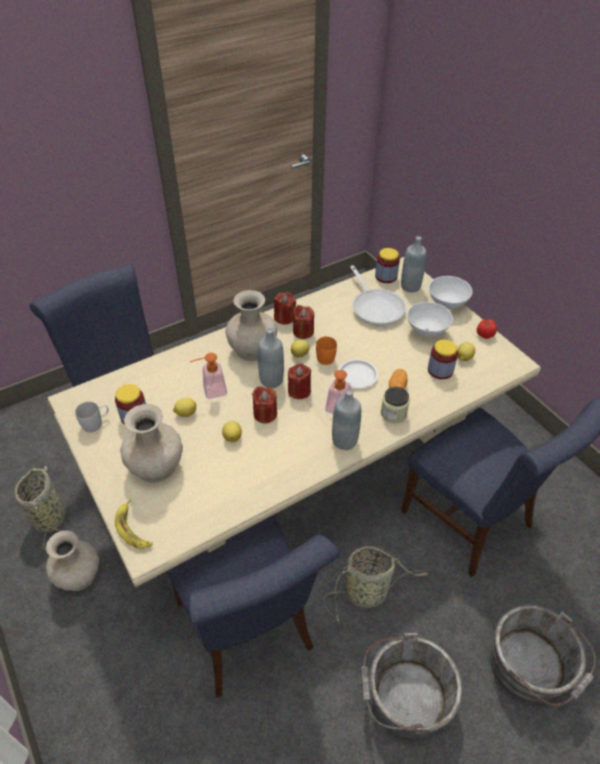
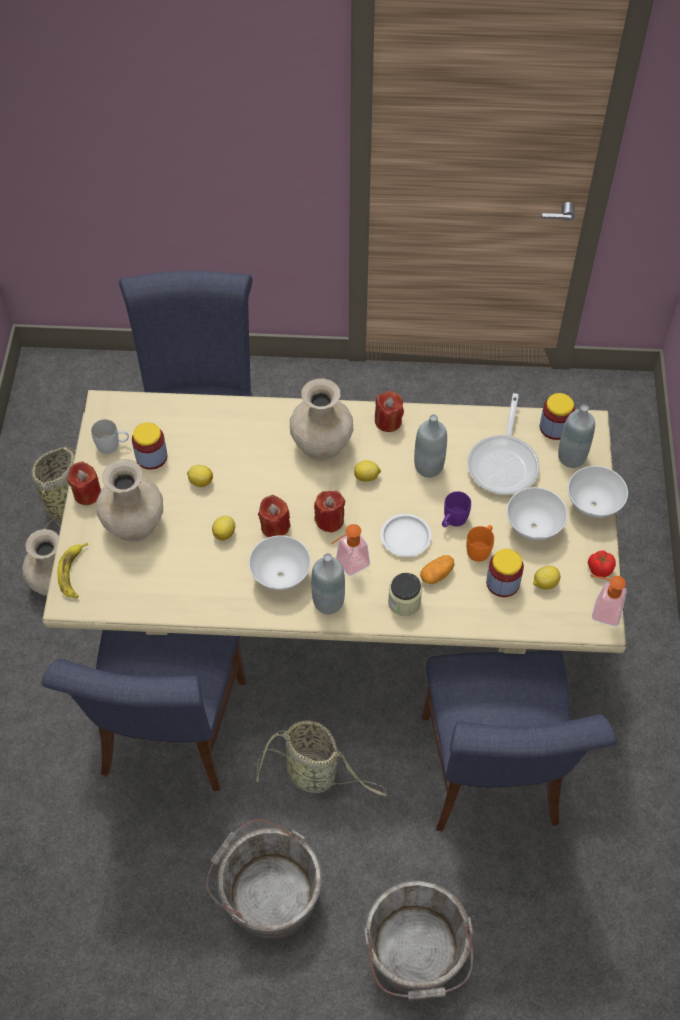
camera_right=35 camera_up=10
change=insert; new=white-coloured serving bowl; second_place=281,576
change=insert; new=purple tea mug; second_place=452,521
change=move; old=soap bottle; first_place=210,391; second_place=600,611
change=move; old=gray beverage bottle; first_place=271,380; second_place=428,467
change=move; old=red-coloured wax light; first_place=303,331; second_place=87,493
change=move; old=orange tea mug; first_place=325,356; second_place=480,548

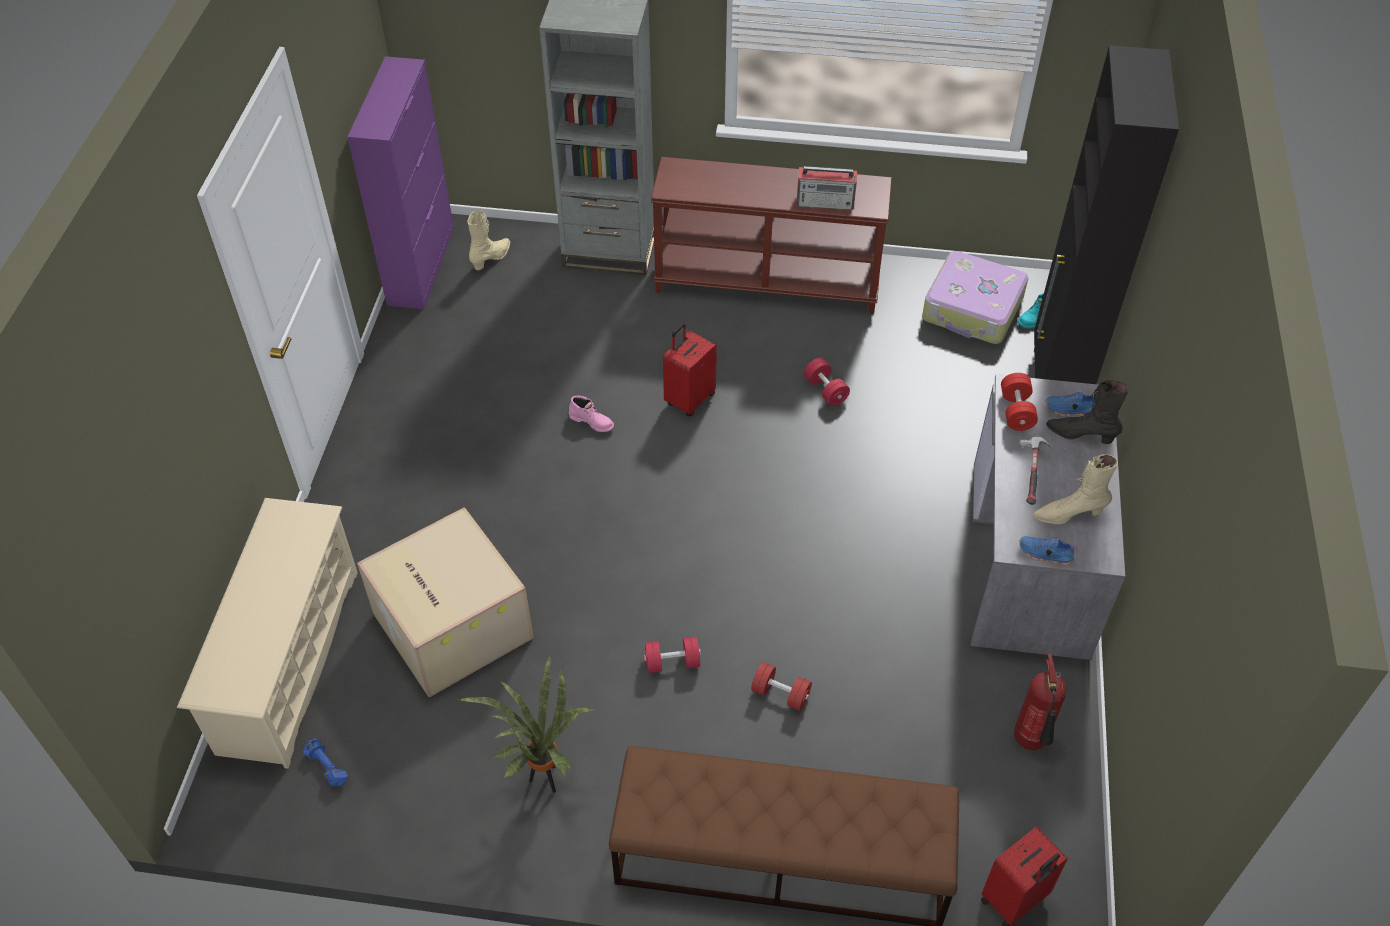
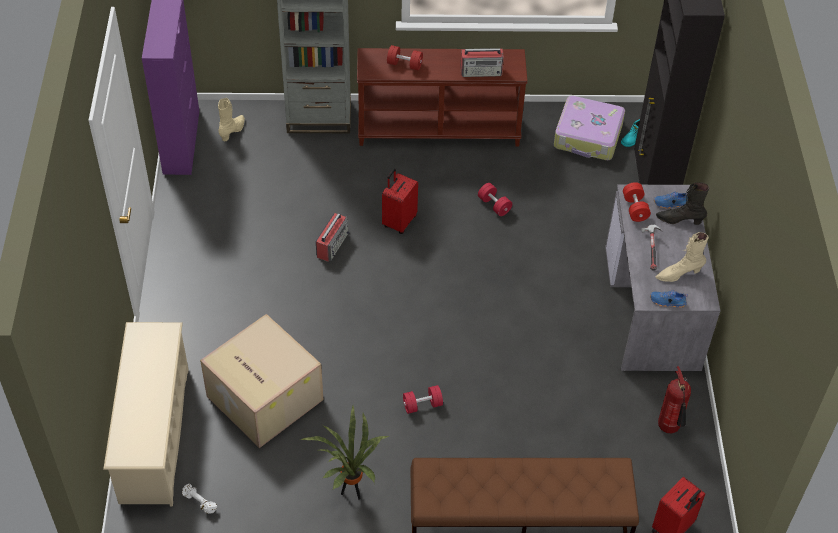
camera_right=-10 camera_up=0
change=move; old=red-coloured hand weight; first_place=780,694; second_place=404,64
change=replace; old=pinkish tall boot; new=radio receiver; first_place=592,421; second_place=332,244
change=recolor; old=bluish hand weight; new=white-coloured hand weight; first_place=326,767; second_place=199,502

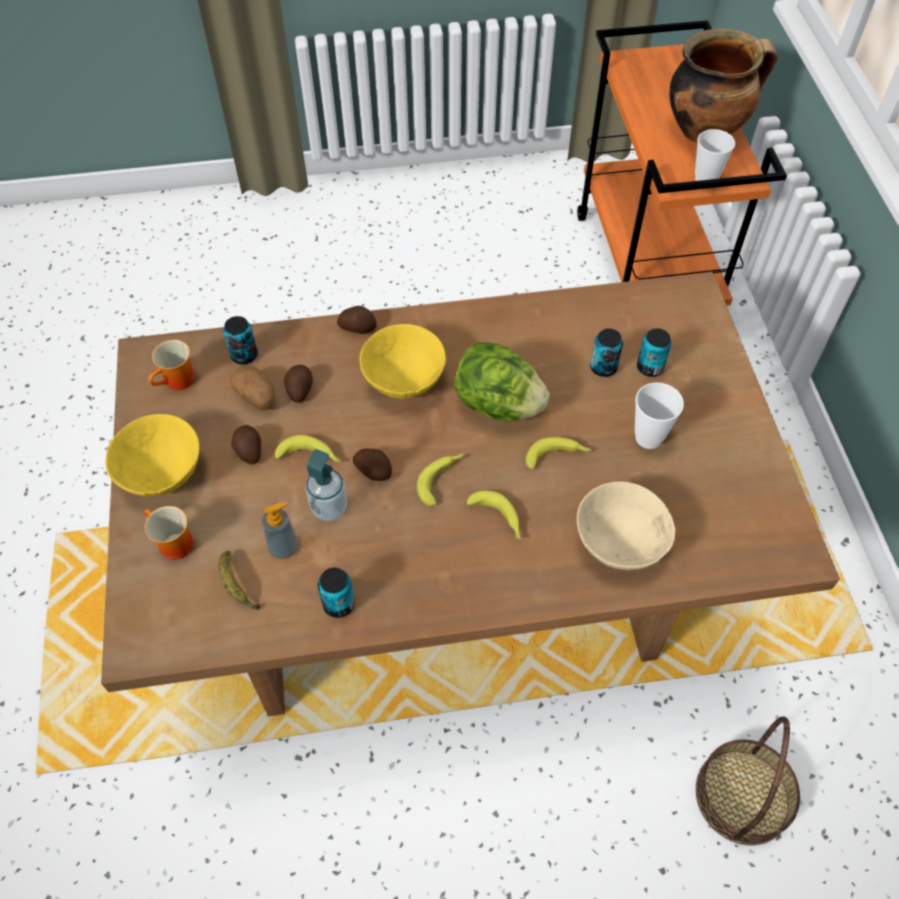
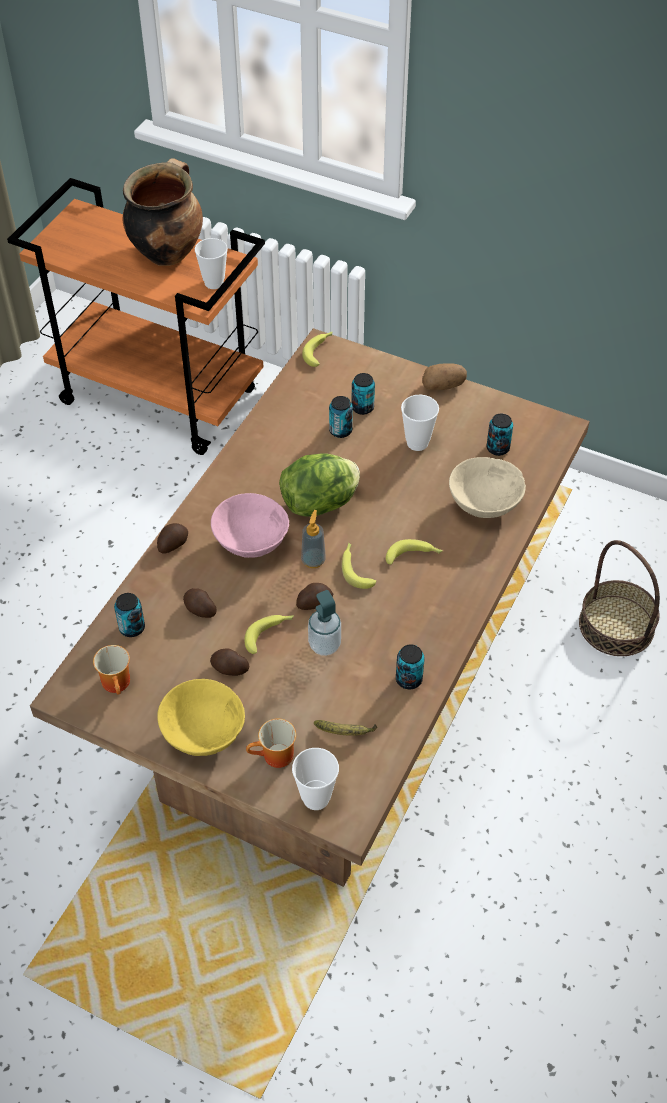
camera_right=-55 camera_up=-5
change=insert; new=small cup; second_place=316,798
change=insert; new=can; second_place=498,448
change=move; old=potato; first_place=257,398; second_place=443,386
change=move; old=soap bottle; first_place=283,548; second_place=313,560
change=move; old=banana; first_place=557,456; second_place=319,351
change=recolor; old=yellow serving bowl; new=pinkish serving bowl; first_place=402,382; second_place=250,545

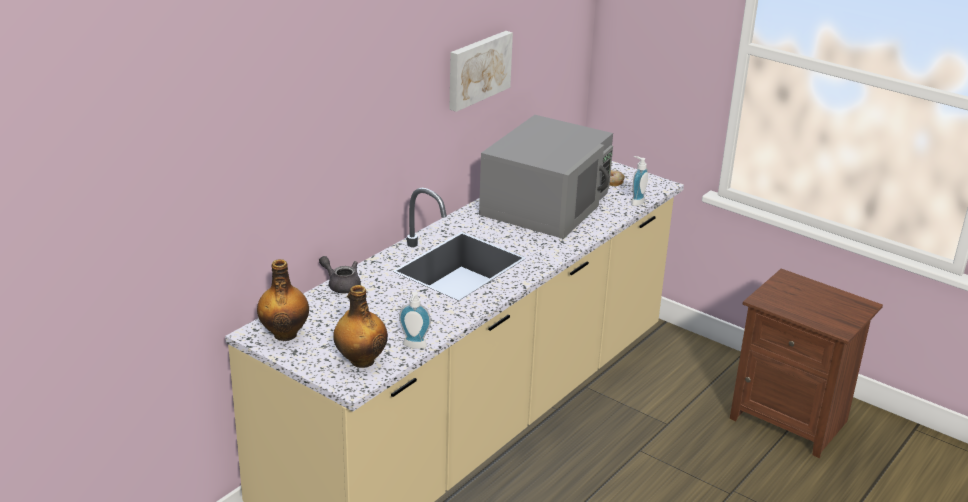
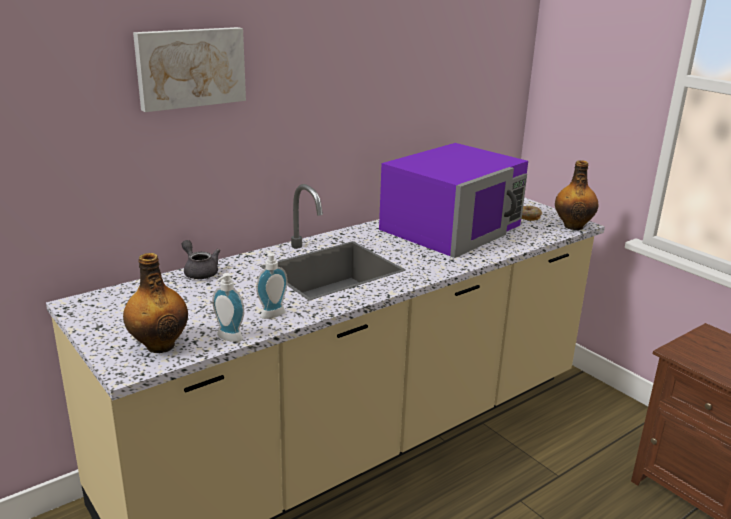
camera_right=15 camera_up=-5
change=move; old=beverage bottle; first_place=285,334; second_place=573,226
change=move; old=wall art; first_place=478,69; second_place=190,67
change=move; old=soap bottle; first_place=635,201; second_place=271,313
change=recolor; old=gray kitchen microwave; new=purple kitchen microwave; first_place=546,203; second_place=452,227

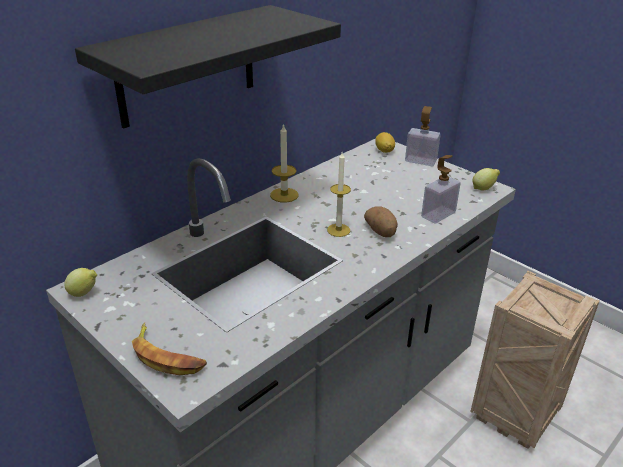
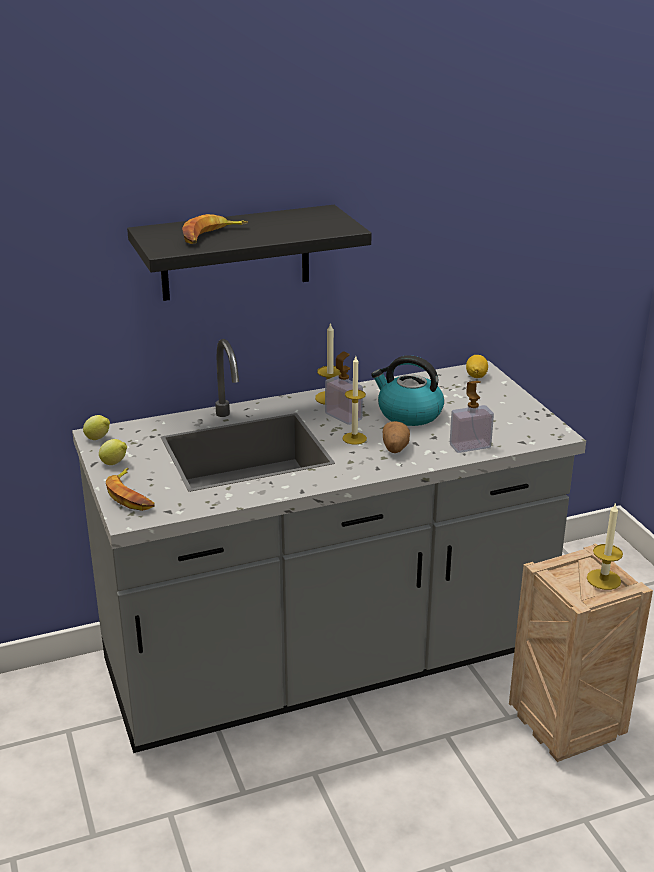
camera_right=25 camera_up=-5
change=insert; new=banana; second_place=211,236
change=insert; new=tea kettle; second_place=408,414
change=insert; new=wax light; second_place=603,579
change=move; old=soap bottle; first_place=420,161; second_place=343,416
change=move; old=whole lemon; first_place=484,188; second_place=115,464

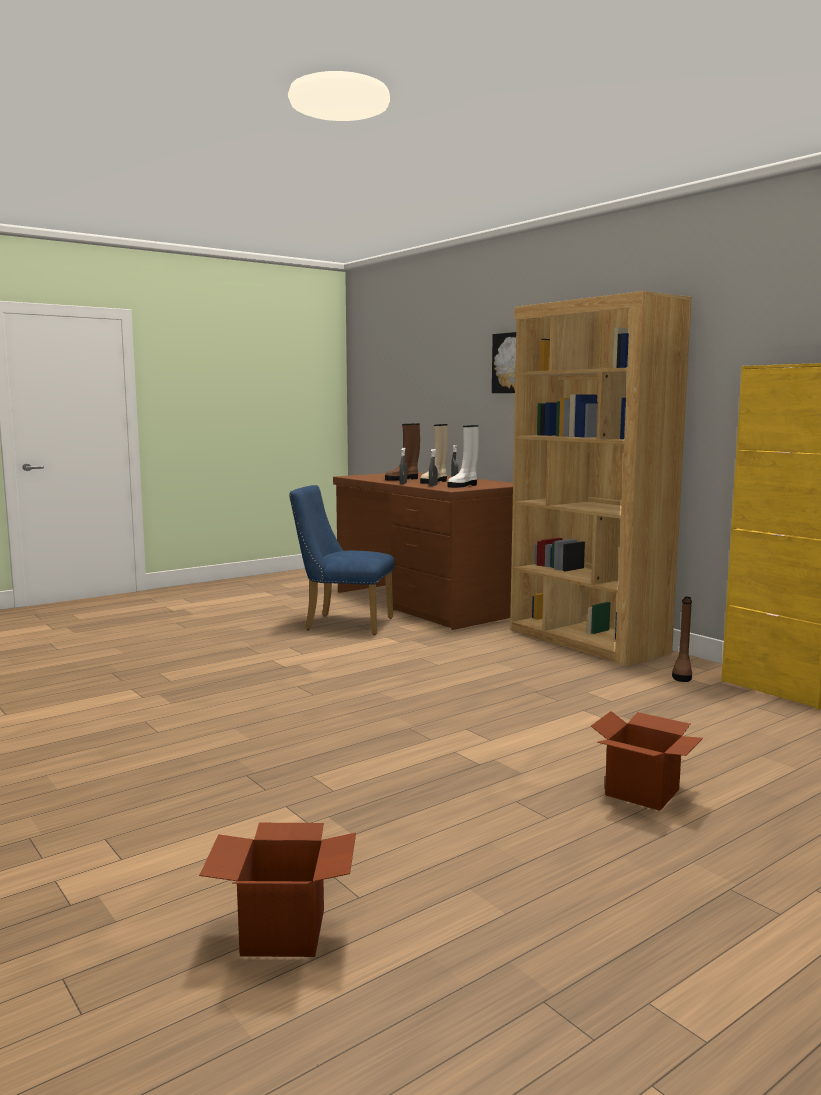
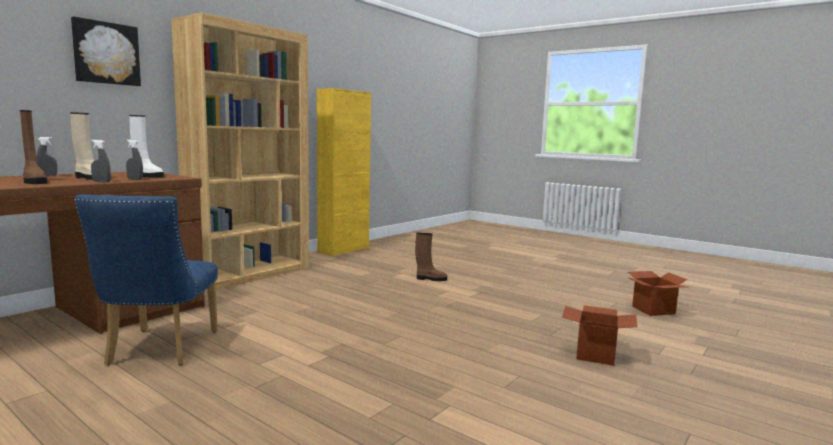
camera_right=-105 camera_up=0
change=move; old=carton; first_place=641,792; second_place=596,355
change=move; old=brown-coloured tall boot; first_place=682,673; second_place=430,279

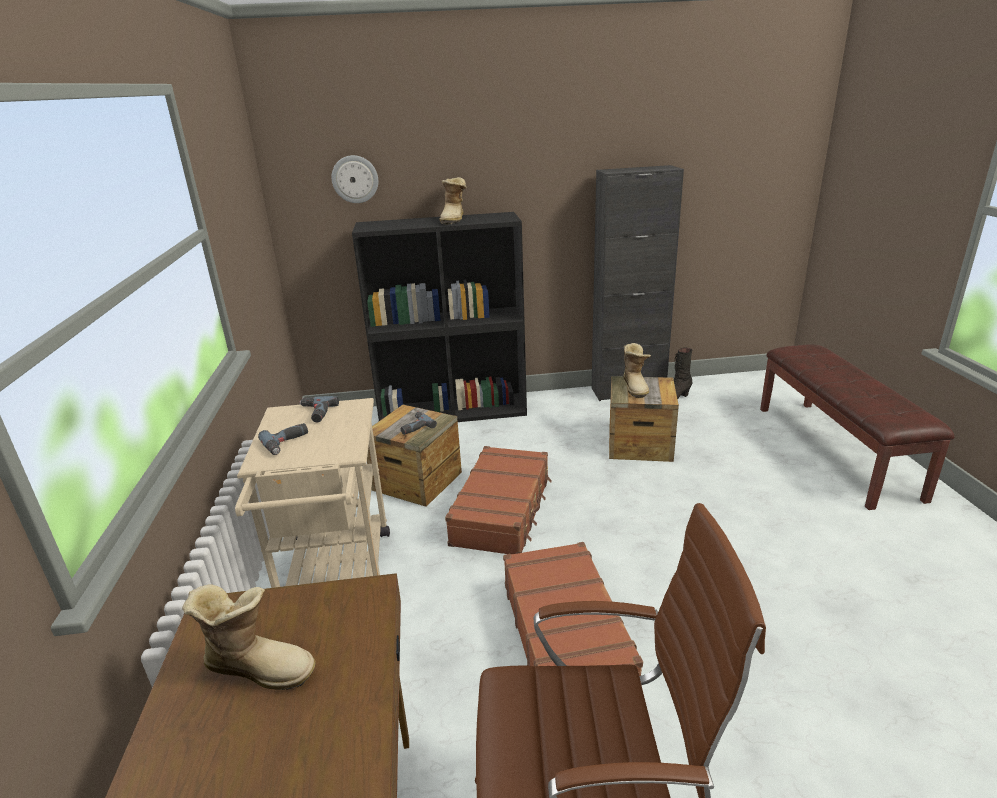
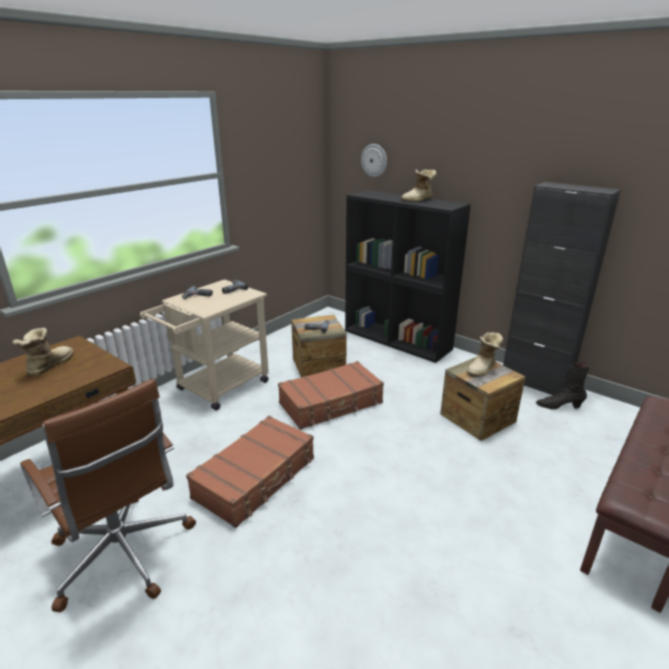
camera_right=45 camera_up=0
change=rotate; old=tall boot; first_place=259,665; second_place=48,366; degrees=-135

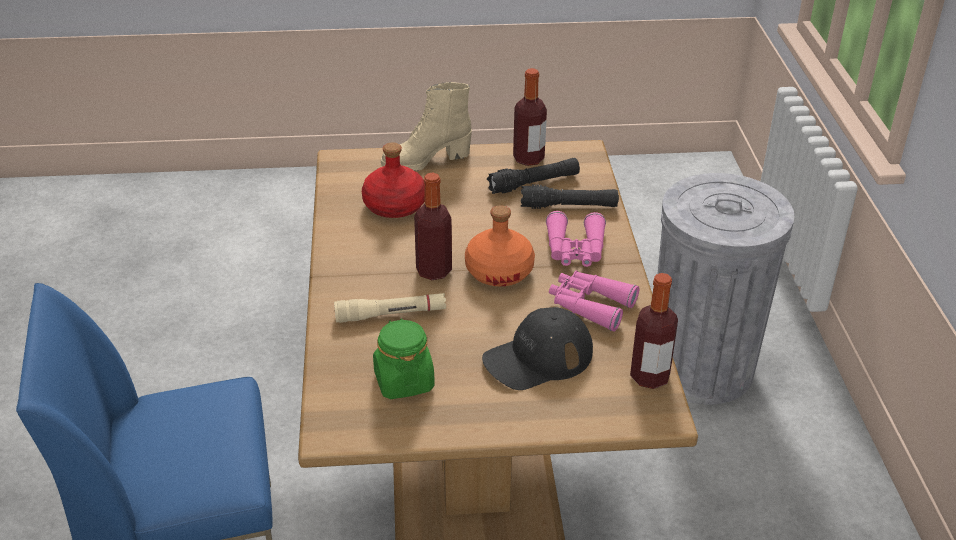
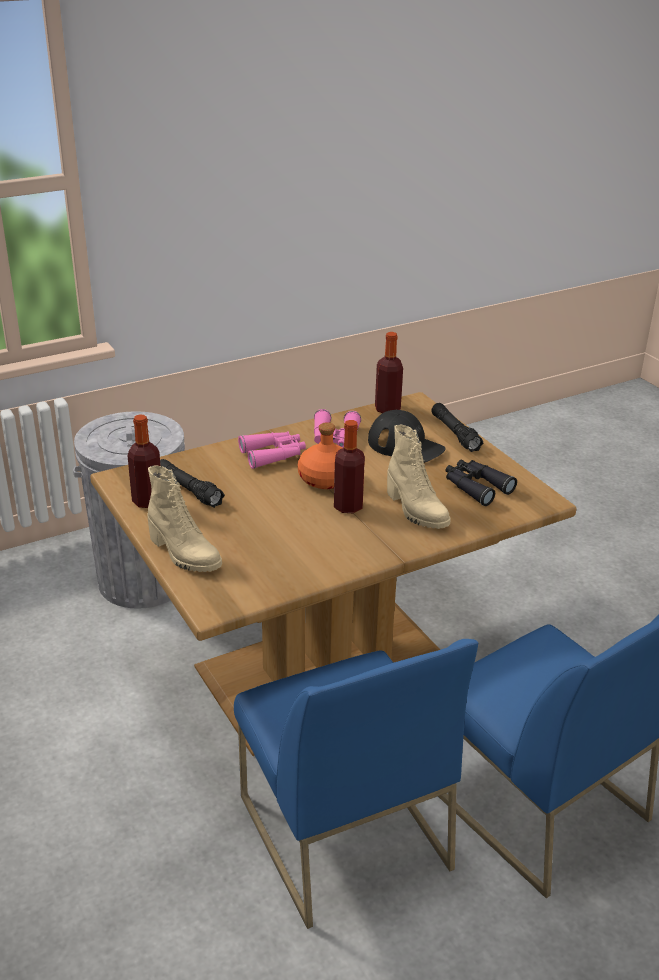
camera_right=-115 camera_up=-5
change=delete; old=red-coloured beverage bottle; first_place=395,205
change=insert; new=bluish plain chair; second_place=341,831
change=move; old=black-coloured torch; first_place=569,206; second_place=455,434
change=replace; old=beige torch; new=beige tall boot; first_place=391,314; second_place=415,510
change=replace; old=green-coloured storage jar; new=black-coloured field glasses; first_place=403,381; second_place=475,487

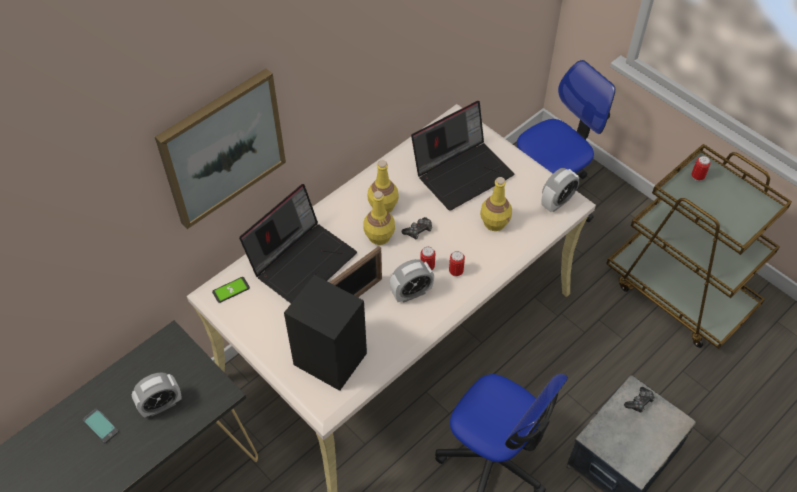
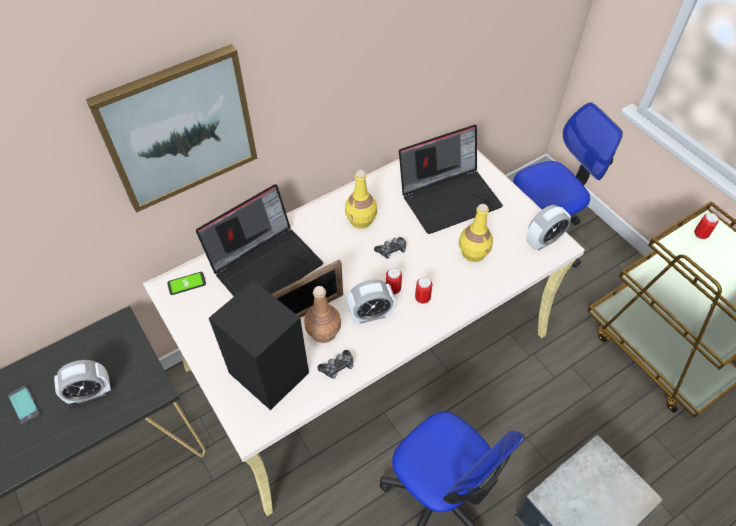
camera_right=10 camera_up=0
change=delete; old=yellow beverage bottle; first_place=379,236
change=insert; new=brown-coloured beverage bottle; second_place=323,332
change=move; old=joypad; first_place=639,402; second_place=337,367

